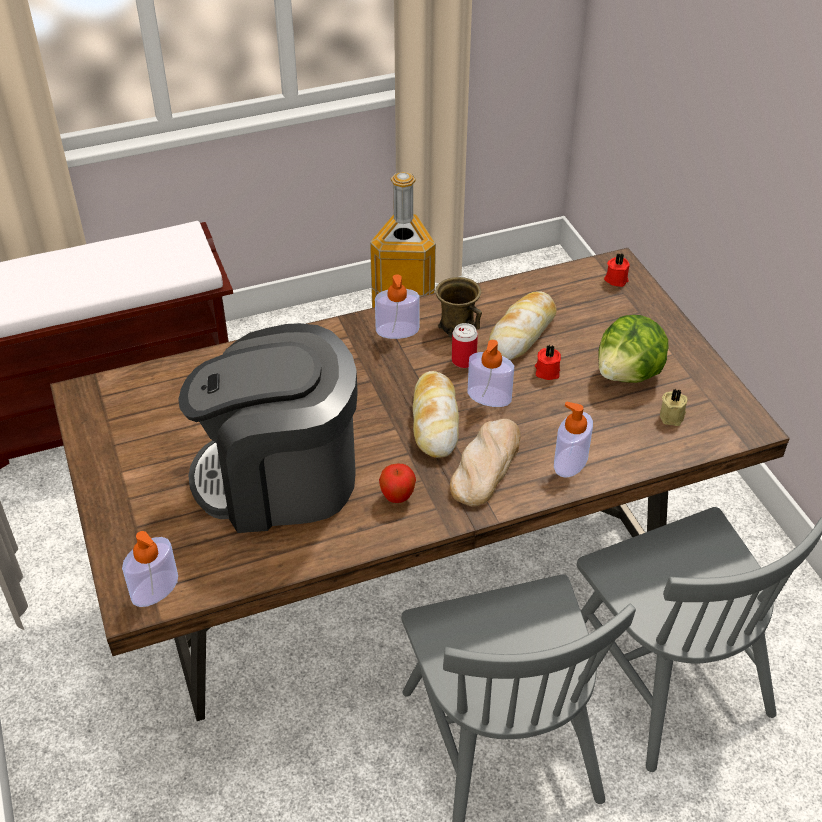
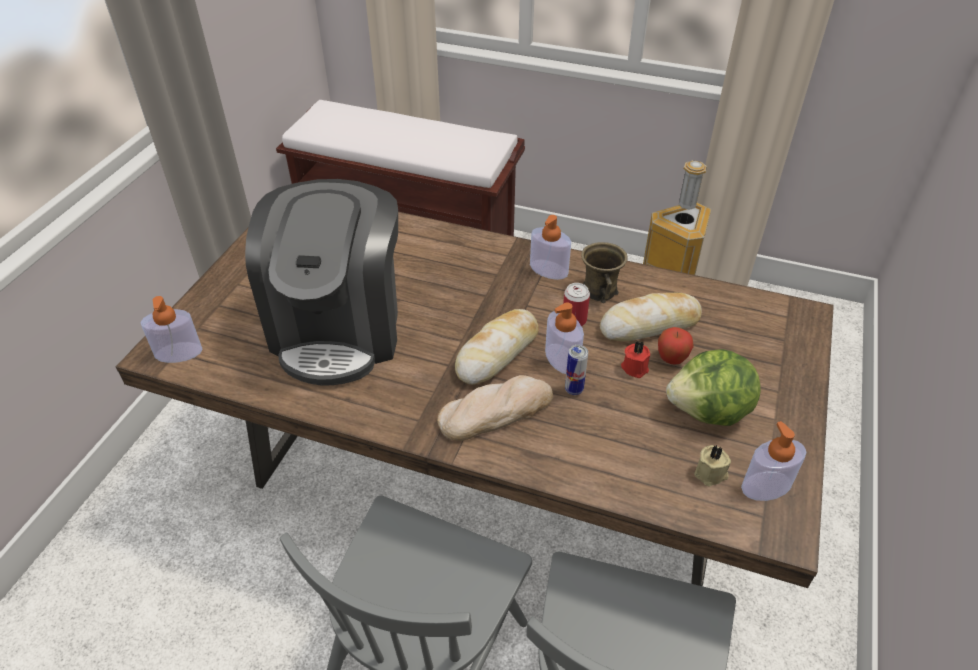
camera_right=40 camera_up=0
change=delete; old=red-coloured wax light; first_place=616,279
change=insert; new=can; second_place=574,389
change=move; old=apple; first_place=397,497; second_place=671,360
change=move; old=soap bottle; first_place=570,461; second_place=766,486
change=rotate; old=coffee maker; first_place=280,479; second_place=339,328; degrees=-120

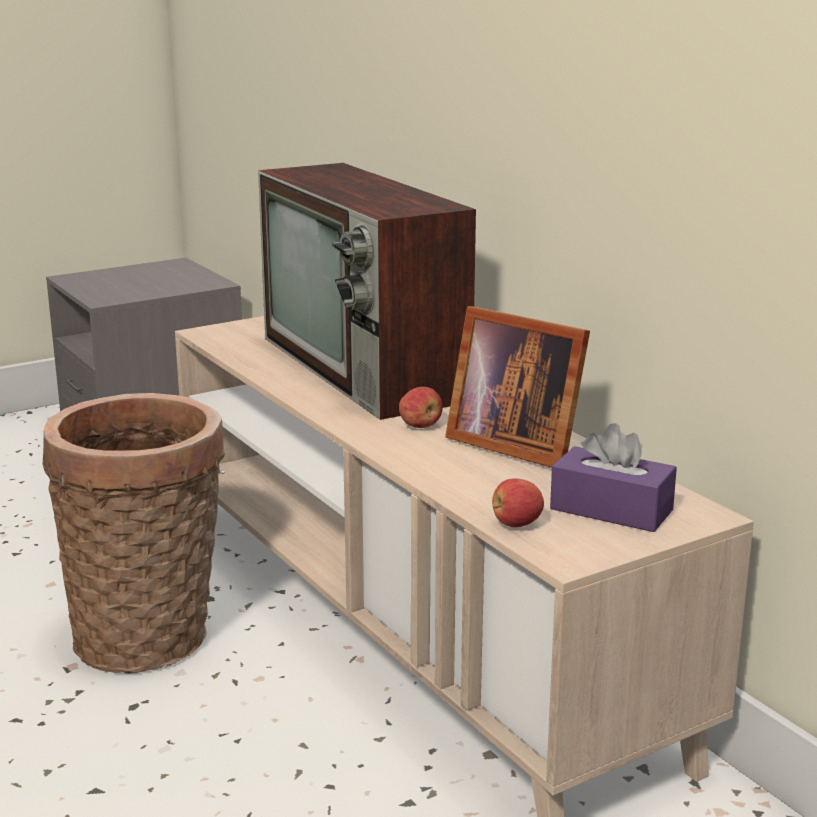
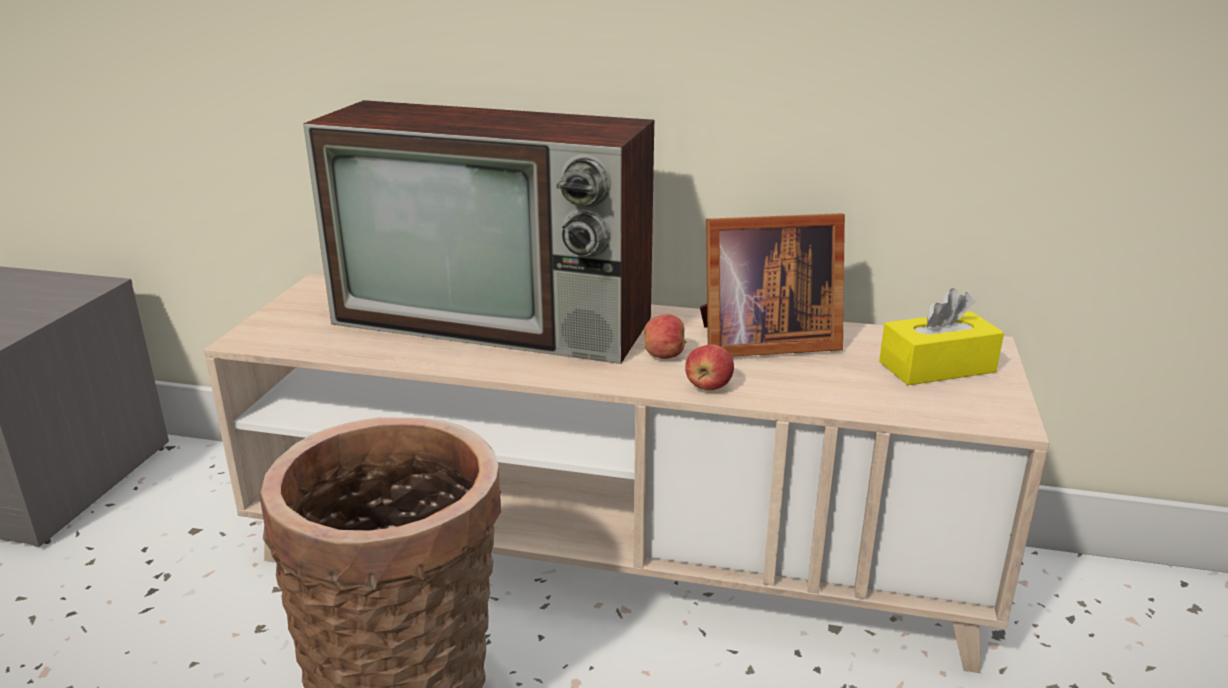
camera_right=-45 camera_up=5
change=move; old=apple; first_place=516,524; second_place=708,386
change=recolor; old=purple tissue holder; new=yellow tissue holder; first_place=611,509; second_place=937,367

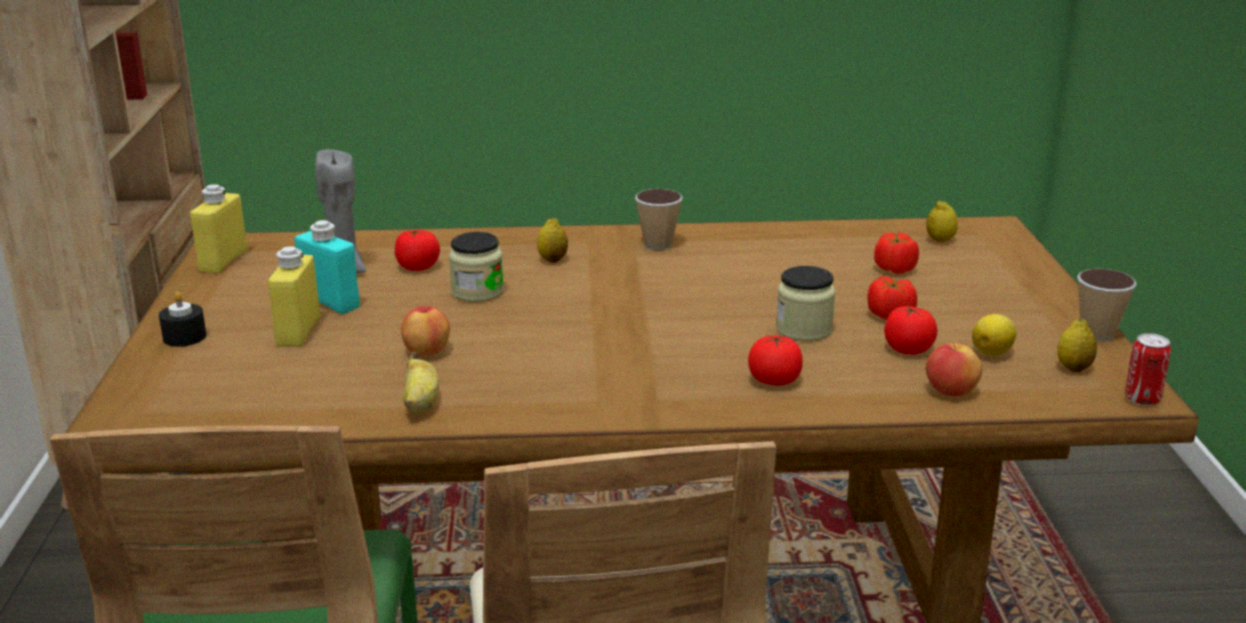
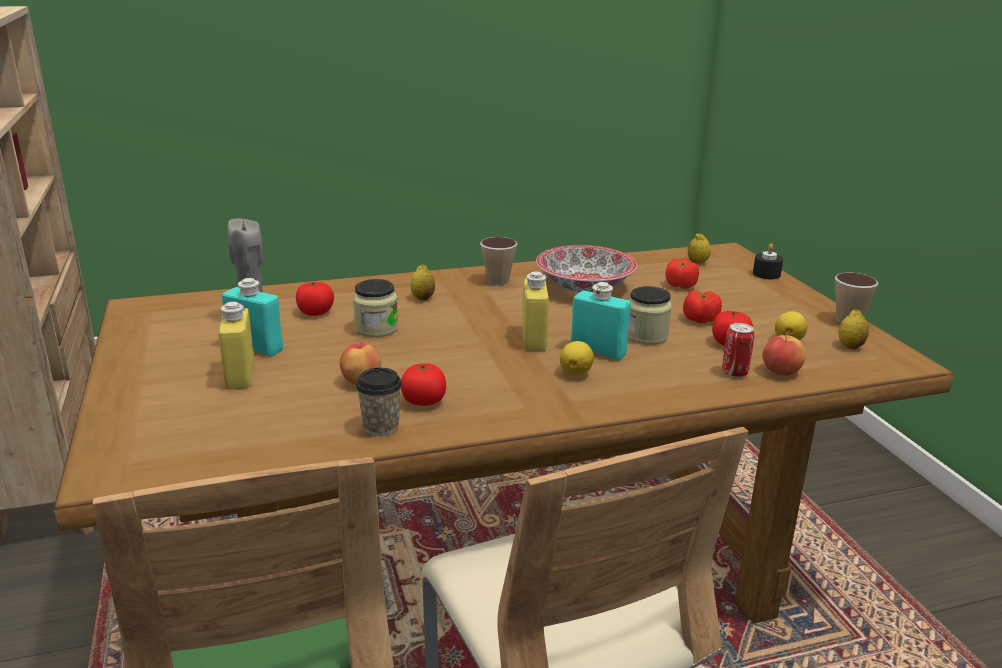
camera_right=-15 camera_up=0
change=insert; new=serving bowl; second_place=585,287
change=insert; new=whole lemon; second_place=576,372
change=insert; new=turquoise-coloured beverage bottle; second_place=598,351
change=move; old=black-coloured wax light; first_place=184,337; second_place=766,274
change=move; old=yellow beverage bottle; first_place=223,261; second_place=533,339
change=move; old=whole tomato; first_place=774,381; second_place=423,401
change=move; old=can; first_place=1142,399; second_place=734,373
change=replace; old=banana; new=small cup; first_place=420,404; second_place=381,426

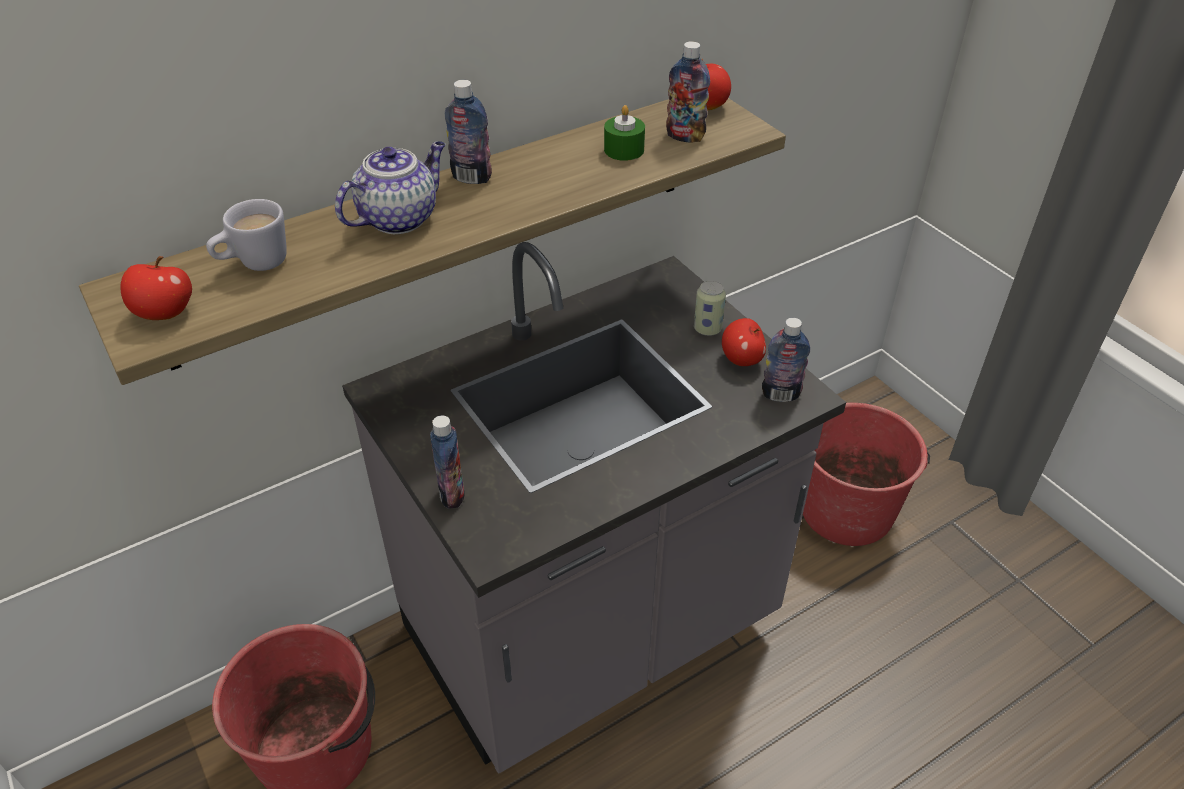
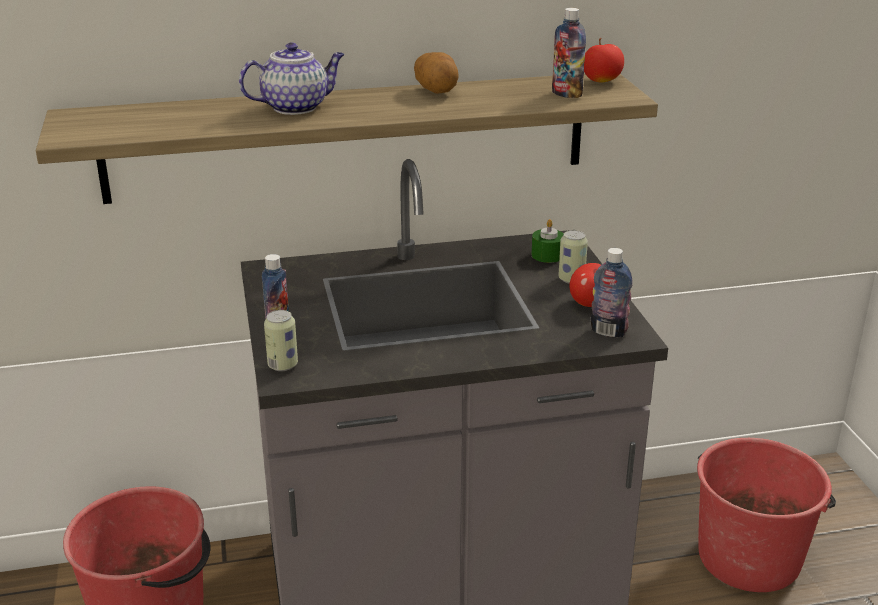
camera_right=20 camera_up=-15
change=delete; old=apple; first_place=164,314
change=delete; old=white-coloured tea mug; first_place=254,264
change=delete; old=beverage bottle; first_place=471,177
change=insert; new=can; second_place=283,365
change=insert; new=potato; second_place=437,91
change=move; old=green-coloured wax light; first_place=624,150; second_place=547,255

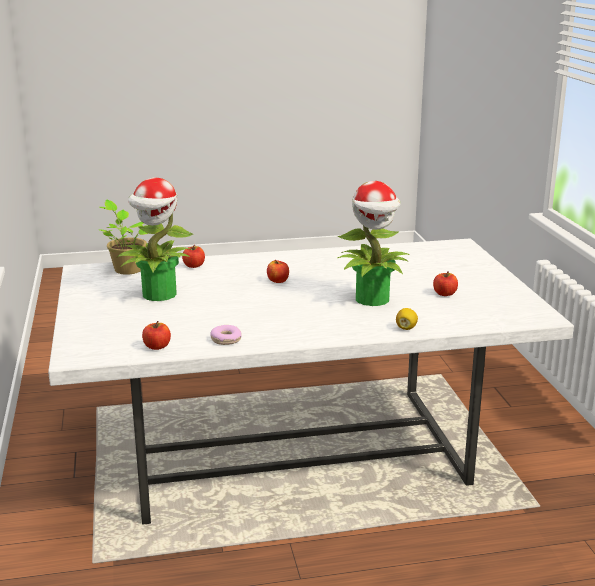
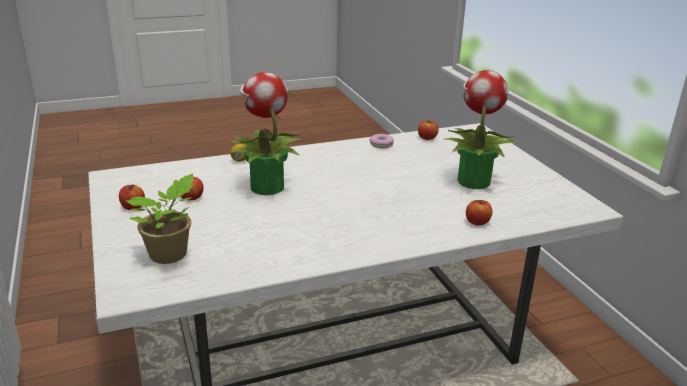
camera_right=170 camera_up=5
change=move; old=plant in a pot; first_place=127,269; second_place=170,255
change=move; old=apple; first_place=278,281; second_place=133,207

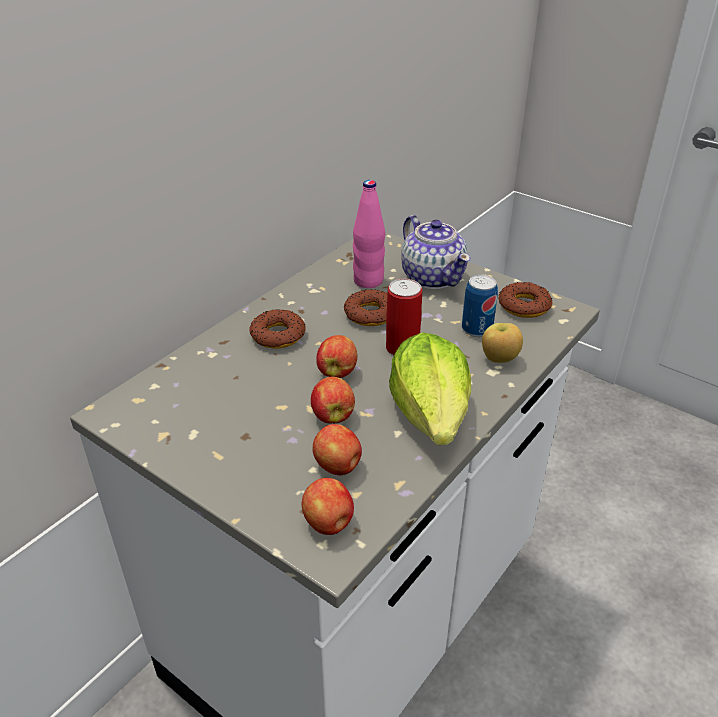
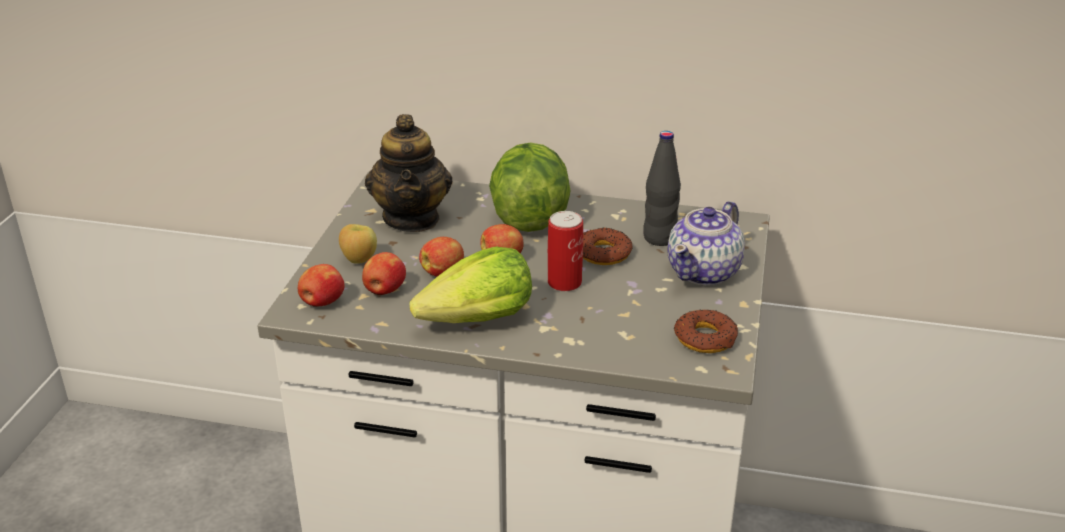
camera_right=65 camera_up=-5
change=delete; old=can; first_place=477,329
change=insert; new=pot for tea; second_place=412,218
change=move; old=apple; first_place=499,359; second_place=359,260
change=replace; old=ring doughnut; new=head of lettuce; first_place=277,335; second_place=529,218
change=recolor; old=pinkish beverage bottle; new=black-coloured beverage bottle; first_place=368,281; second_place=659,238

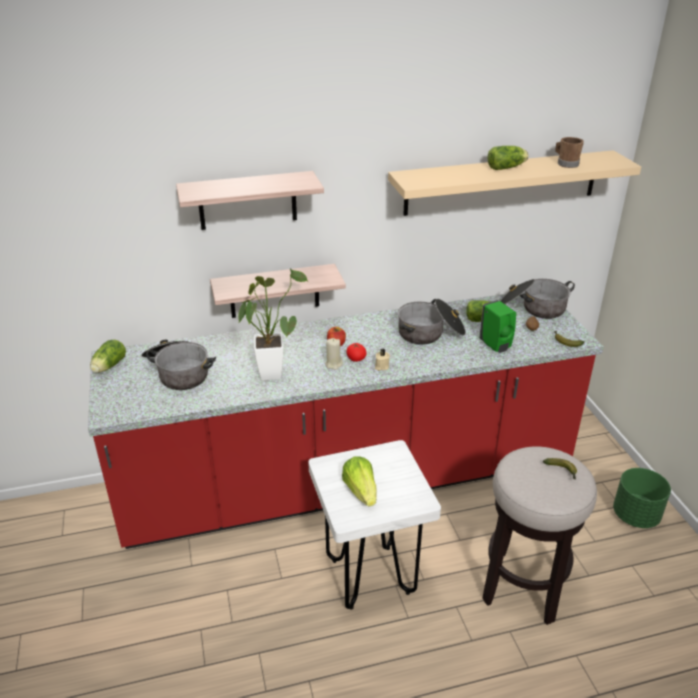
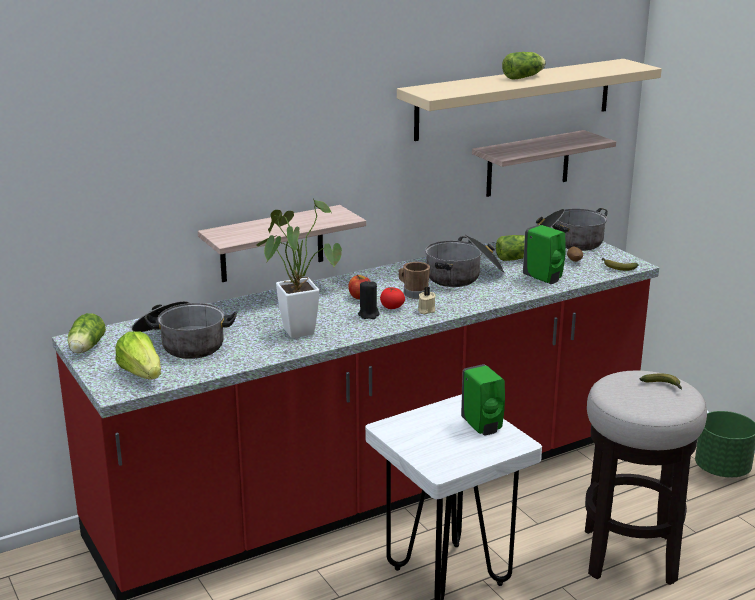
camera_right=-15 camera_up=-10
change=insert; new=green-coloured soap bottle; second_place=482,427
change=move; old=shelf; first_place=247,200; second_place=528,164
change=move; old=head of lettuce; first_place=361,491; second_place=142,374
change=move; old=brown-coloured tea mug; first_place=565,163; second_place=413,293
change=recolor; old=beige wax light; new=black-coloured wax light; first_place=333,364; second_place=368,315

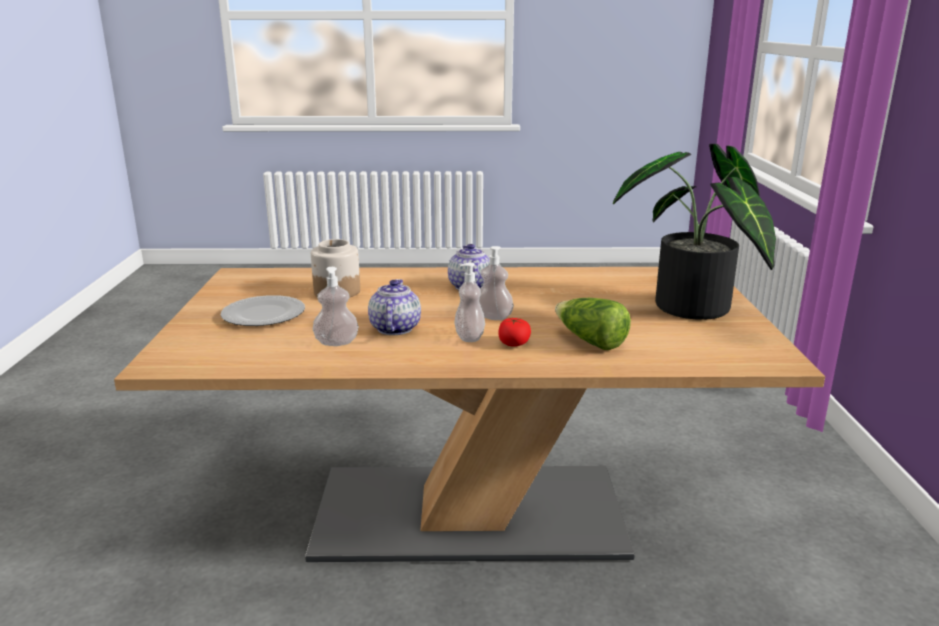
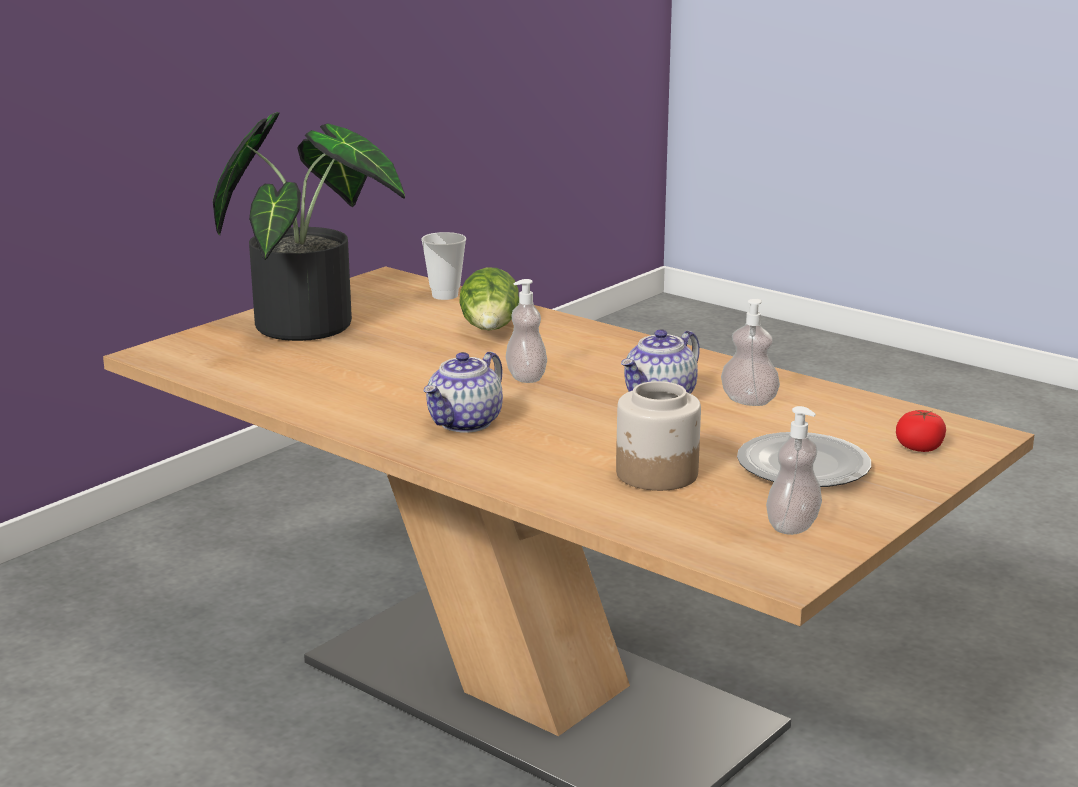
camera_right=-140 camera_up=0
change=insert; new=small cup; second_place=445,295
change=move; old=soap bottle; first_place=469,337; second_place=792,526
change=move; old=whole tomato; first_place=514,343; second_place=919,447

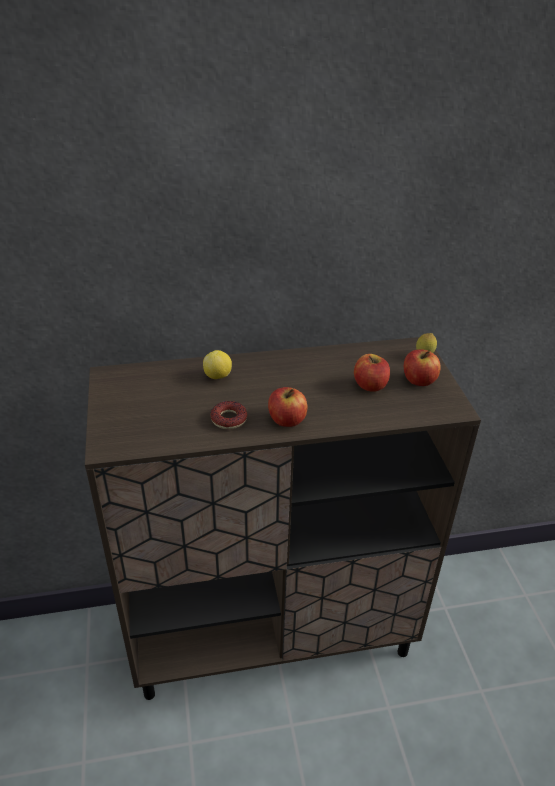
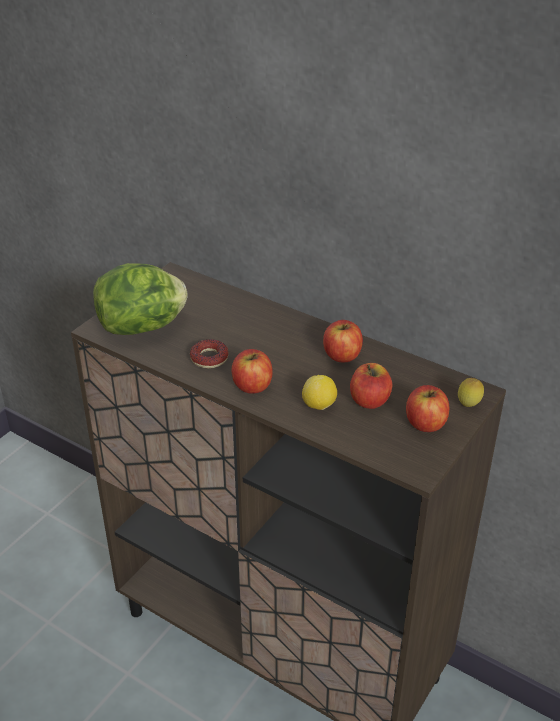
camera_right=45 camera_up=0
change=insert; new=head of lettuce; second_place=143,327
change=insert; new=apple; second_place=342,355
change=move; old=whole lemon; first_place=218,376; second_place=319,406

